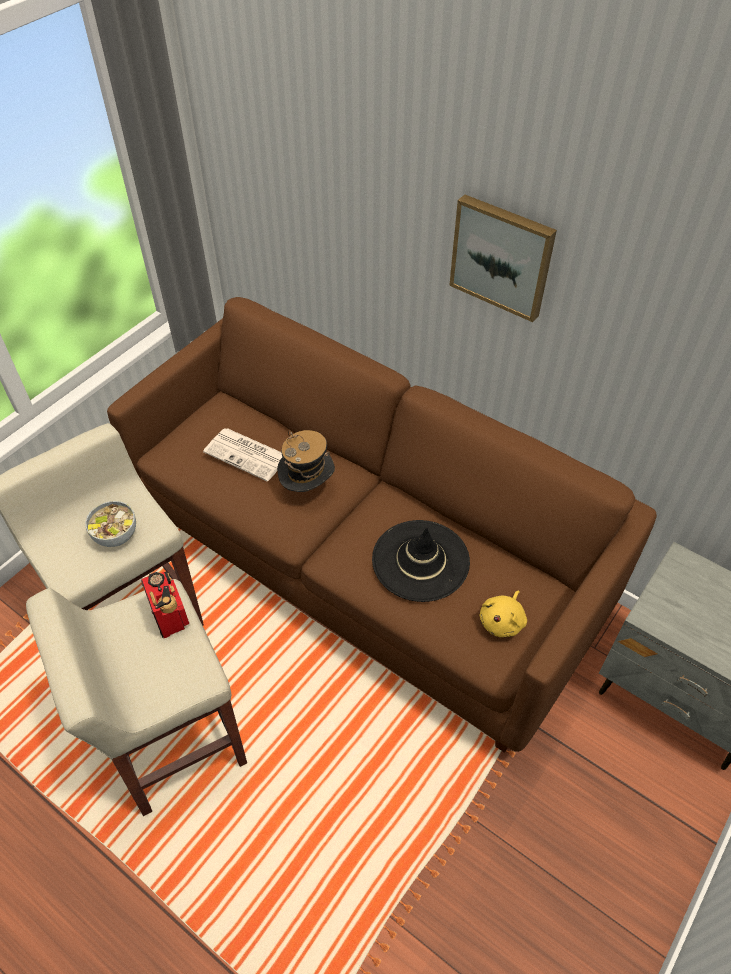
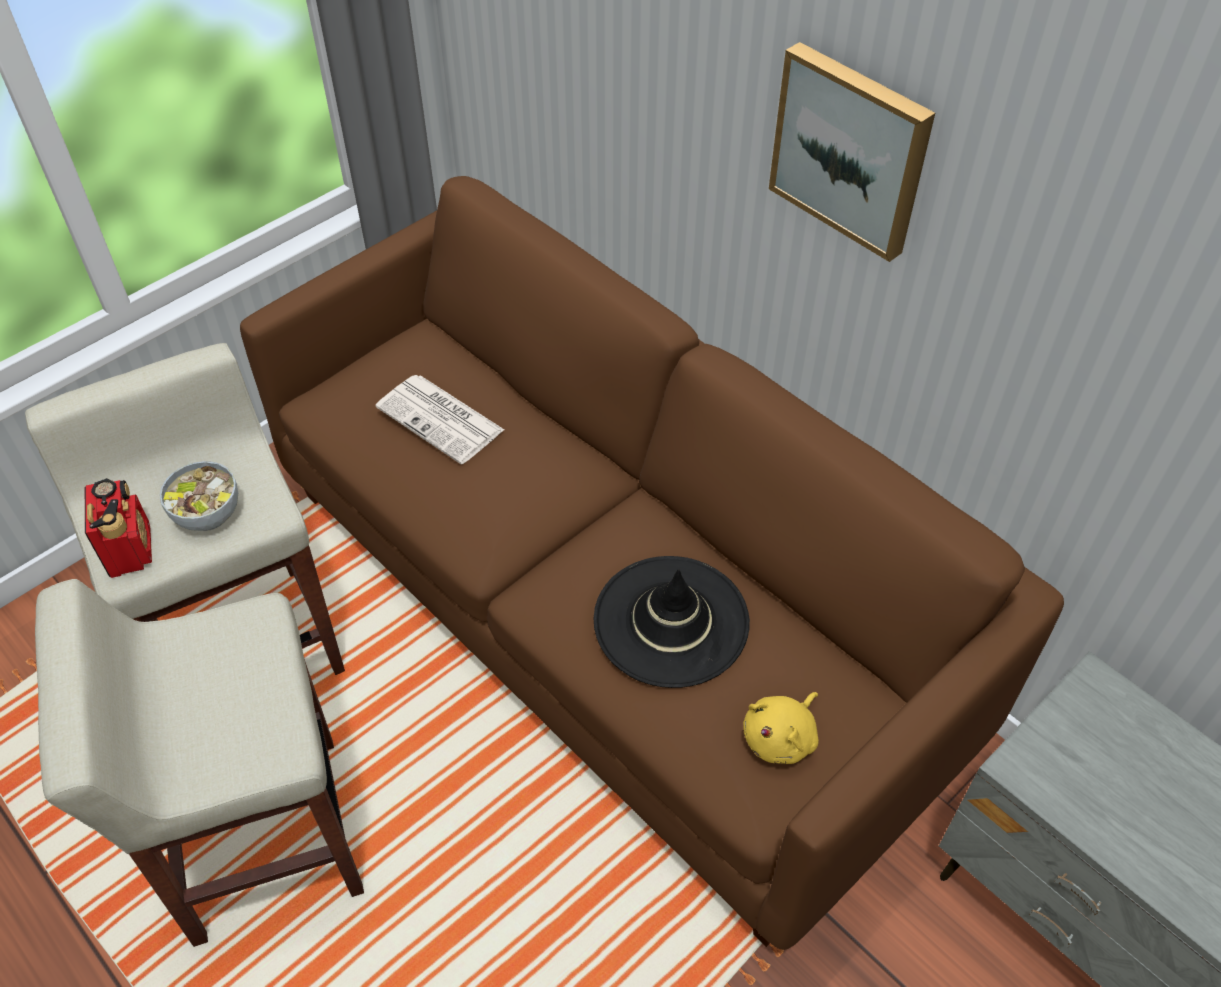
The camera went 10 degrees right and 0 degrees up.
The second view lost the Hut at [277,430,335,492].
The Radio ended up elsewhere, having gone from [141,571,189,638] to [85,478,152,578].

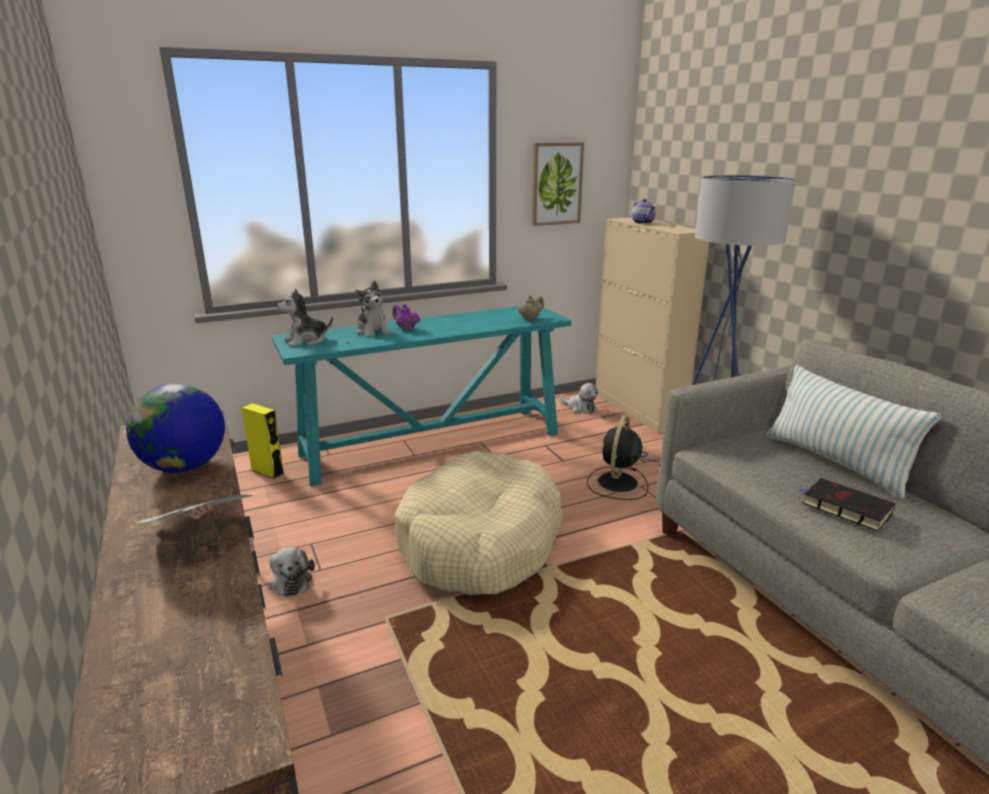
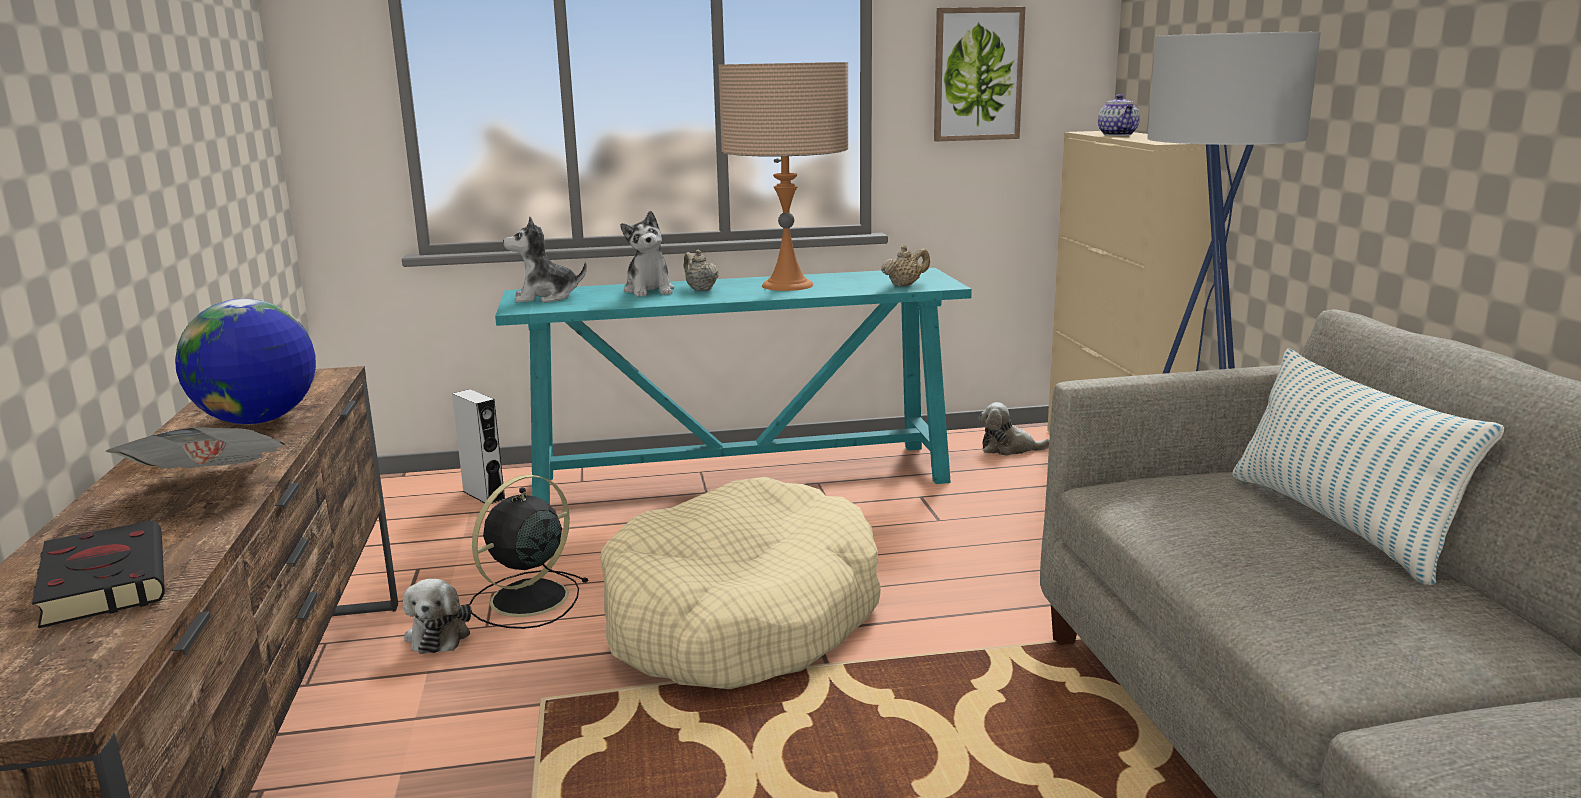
The camera went 15 degrees right and 5 degrees down.
The second view gained the Tischlampe (beige) at [719,62,848,291].
The Ventilator (schwarz) ended up elsewhere, having gone from [587,416,648,500] to [469,475,589,629].
The Buch (schwarz) ended up elsewhere, having gone from [798,478,895,531] to [32,520,165,628].
What was the Lautsprecher (gelb) at [242,403,284,479] turned into the Lautsprecher (grau) at [452,389,505,504].
What was the Teekanne (lila) at [392,304,420,330] turned into the Teekanne (beige) at [684,250,719,291].
The Plüschtier at [560,383,598,414] ended up facing another way, 135 degrees clockwise from before.

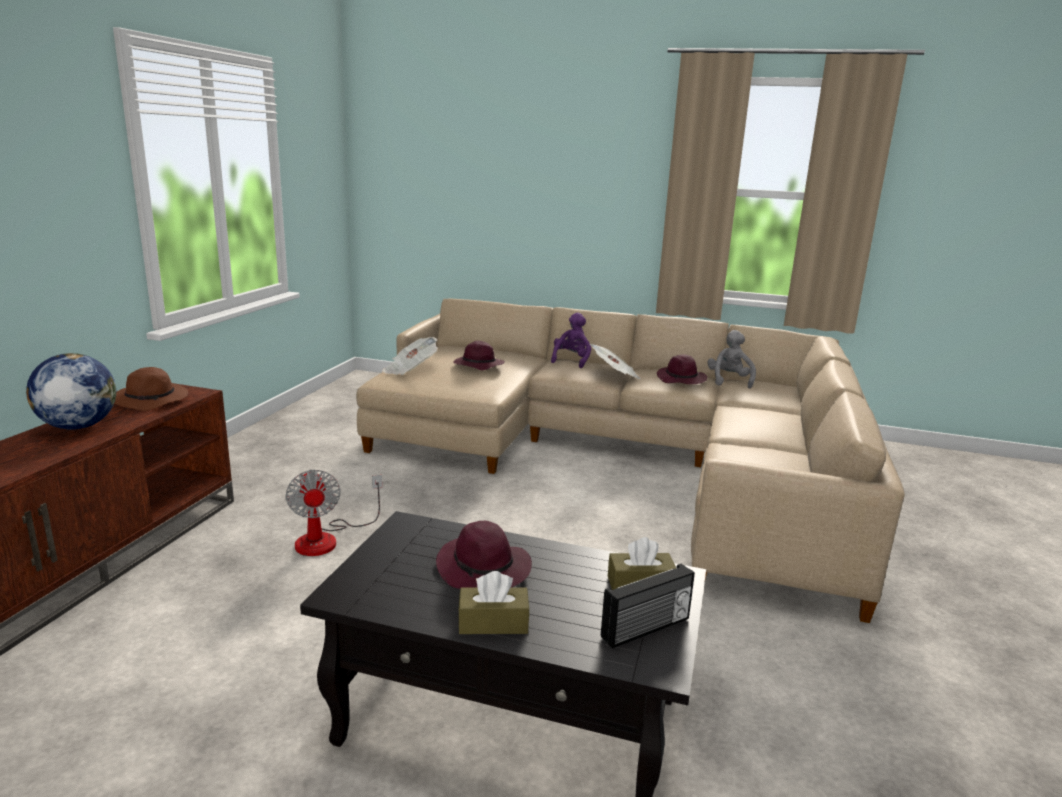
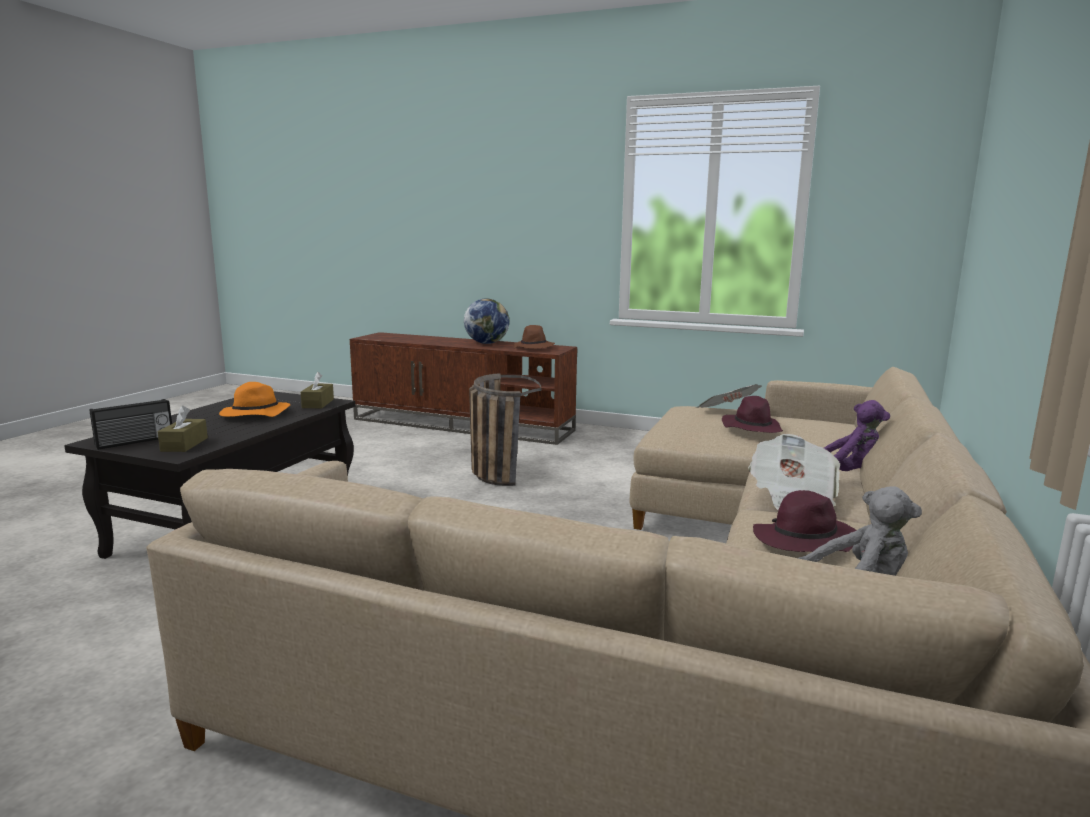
The camera went 95 degrees right and 5 degrees down.
The Taschentuchbox (braun) ended up elsewhere, having gone from [458,571,530,634] to [301,372,334,408].
Where the Ventilator stood at [285,469,382,556], the Korb came to stand at [469,373,541,486].
What was the Hut (lila) at [436,521,532,589] turned into the Hut (orange) at [219,382,290,417].
The Radio at [601,564,695,649] ended up facing another way, 105 degrees counterclockwise from before.

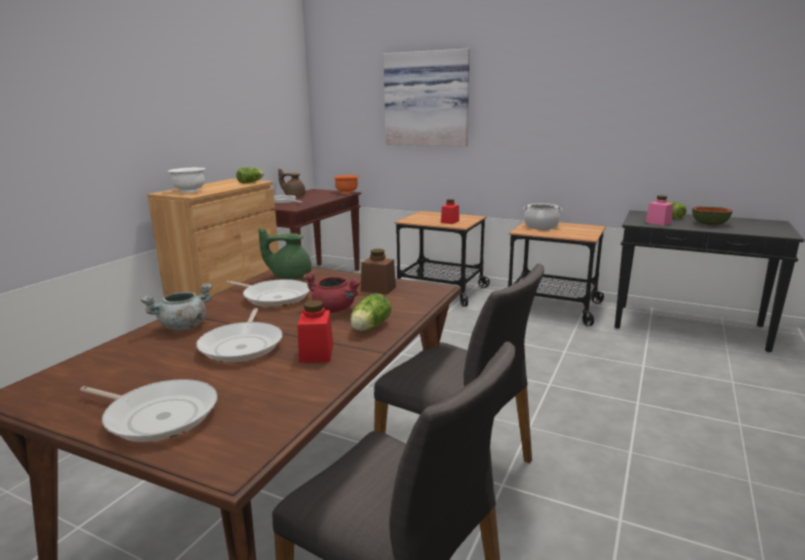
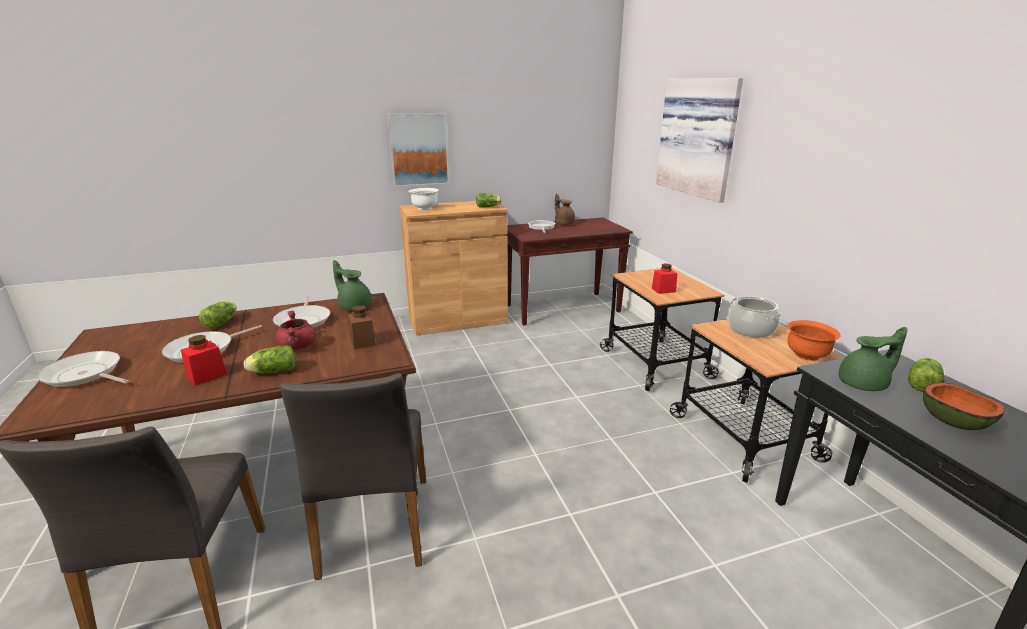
The camera went 45 degrees right and 5 degrees up.
The second view gained the Bild at [388,113,449,187].
The Schüssel (orange) ended up elsewhere, having gone from [334,175,359,194] to [787,320,841,361].
Where the Kochtopf (grau) stood at [140,284,213,330], the Salatkopf came to stand at [199,301,237,329].
Where the Vorratsglas (rosa) stood at [645,195,673,226], the Teekanne (grün) came to stand at [839,327,908,391].
The Pfanne at [80,379,217,442] ended up facing another way, 135 degrees clockwise from before.

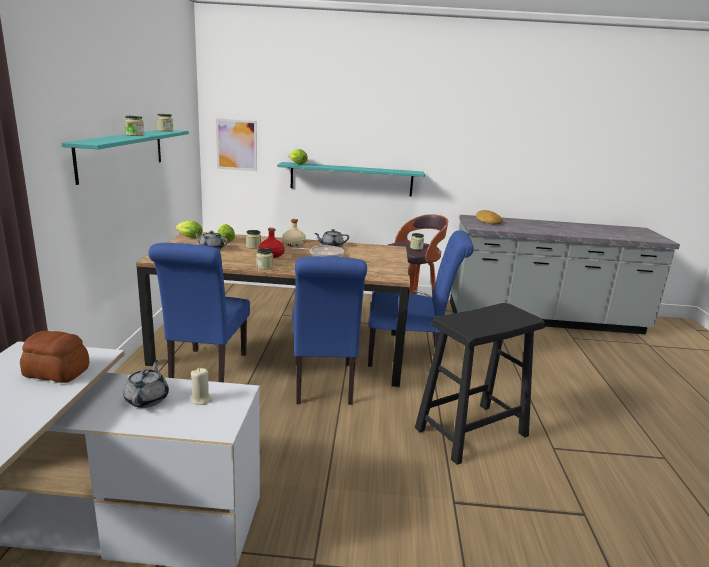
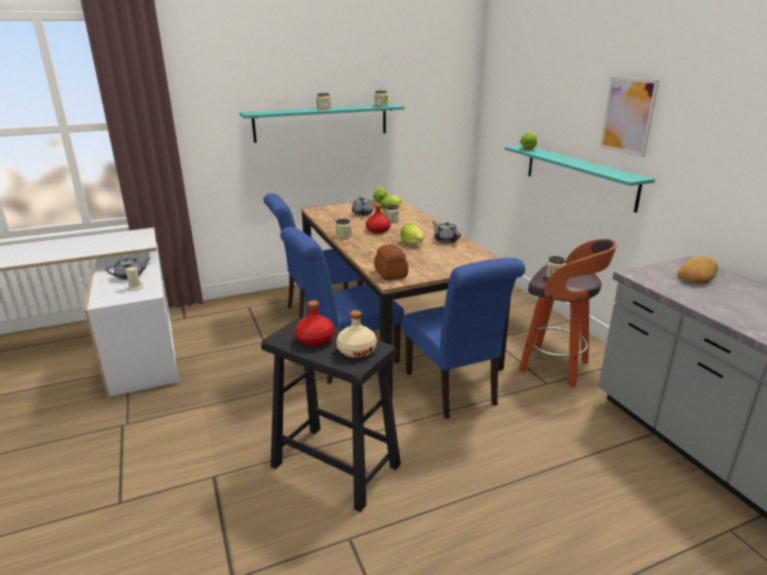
The camera went 65 degrees right and 5 degrees up.
The second view gained the Flasche (rot) at [295,300,334,346].
The Brot ended up elsewhere, having gone from [20,330,89,383] to [374,244,408,280].
The Bild ended up elsewhere, having gone from [216,118,257,171] to [600,77,659,157].
The Flasche (beige) ended up elsewhere, having gone from [282,219,306,247] to [336,310,377,358].
Where the Pfanne stood at [291,245,344,257], the Salatkopf came to stand at [400,223,424,244].

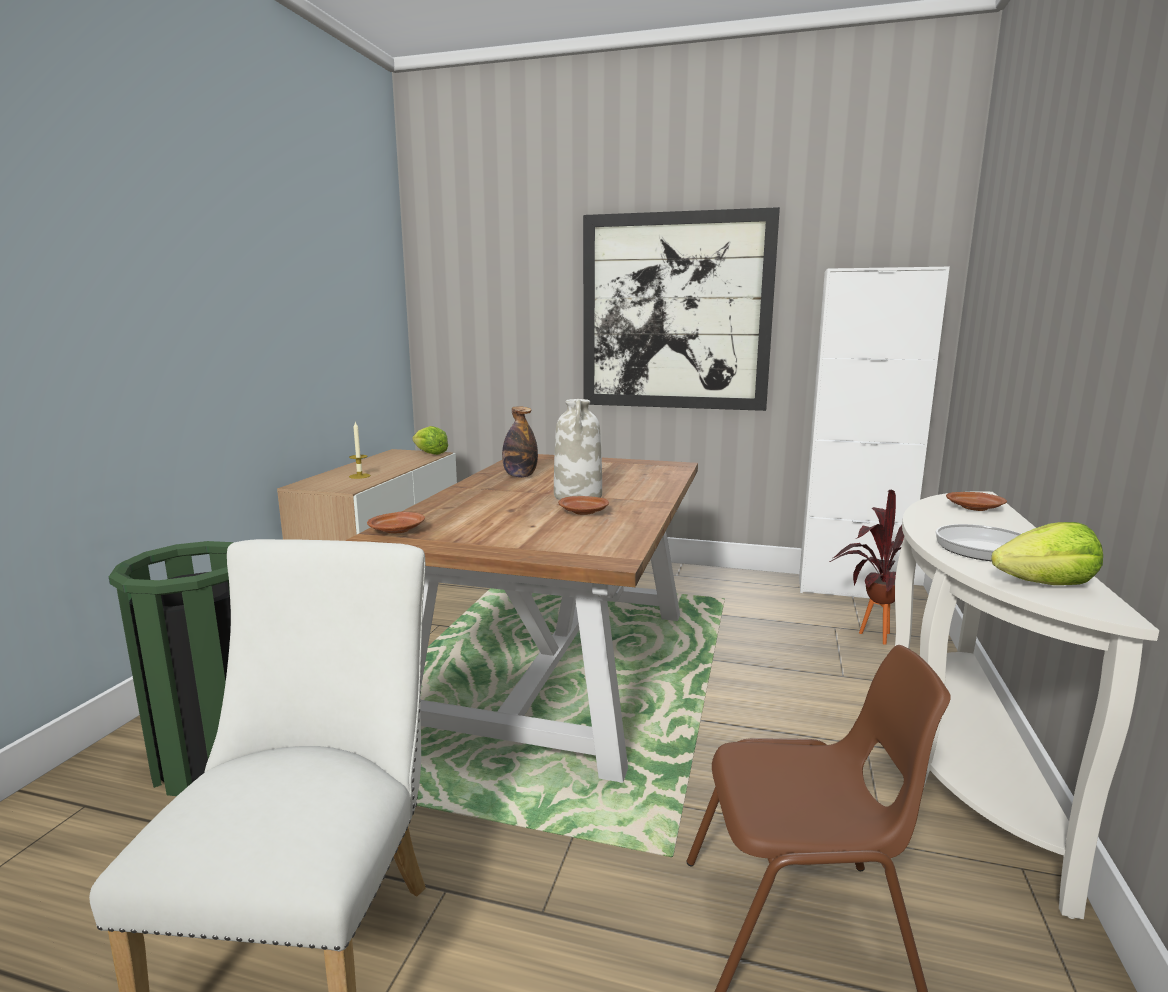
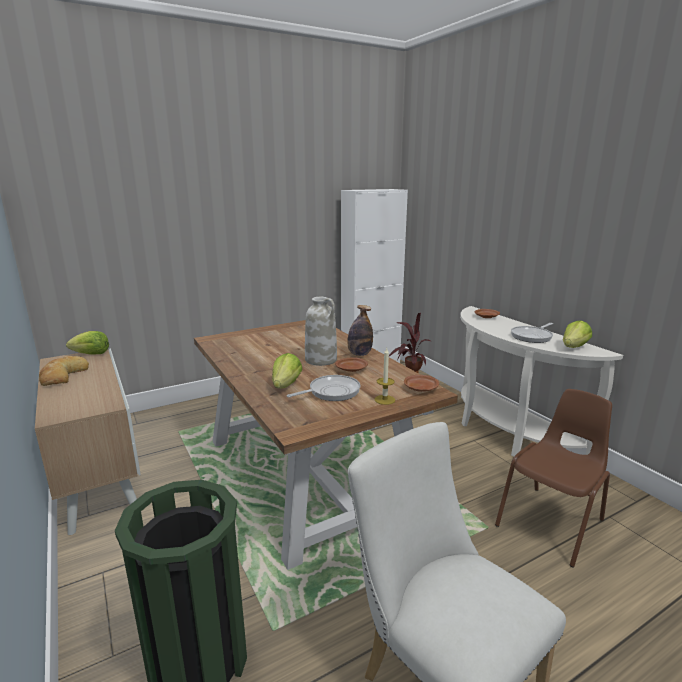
The camera went 45 degrees left and 5 degrees up.
The second view lost the Bild at [583,207,780,411].
The second view gained the Brot at [39,356,89,386].
The second view gained the Salatkopf at [272,353,302,388].
The second view gained the Pfanne at [287,375,360,401].
The Kerze ended up elsewhere, having gone from [349,422,371,479] to [375,348,395,405].
The Teller (braun) ended up elsewhere, having gone from [367,512,425,533] to [404,375,439,392].
The Flasche ended up elsewhere, having gone from [502,407,538,478] to [347,305,373,356].

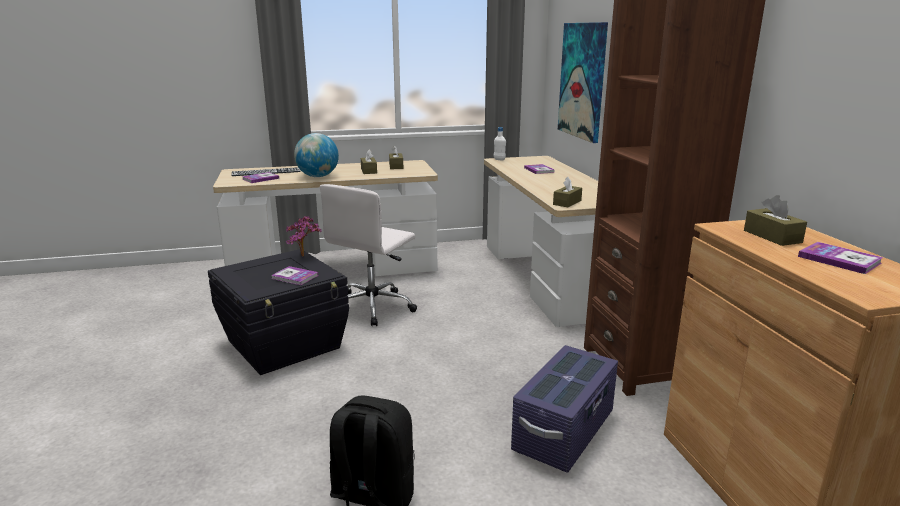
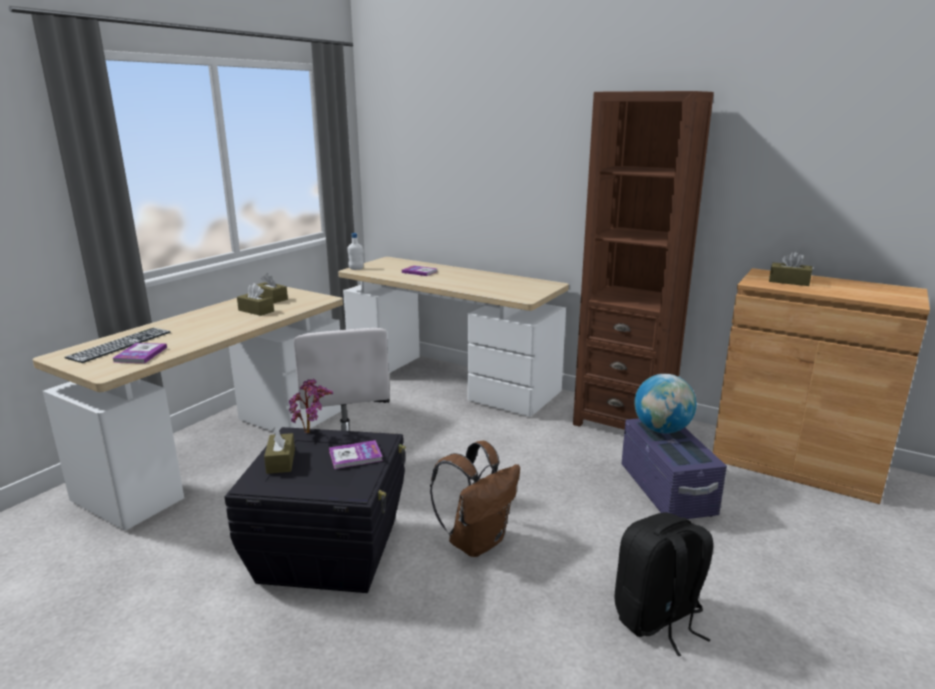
The camera went 45 degrees left and 0 degrees up.
The second view lost the Bild at [558,22,608,143].
The second view lost the Buch at [798,242,883,274].
The second view gained the Rucksack (braun) at [430,441,520,557].
The Globus ended up elsewhere, having gone from [294,133,339,177] to [634,374,696,433].
The Taschentuchbox (braun) ended up elsewhere, having gone from [553,177,582,207] to [264,427,295,474].

